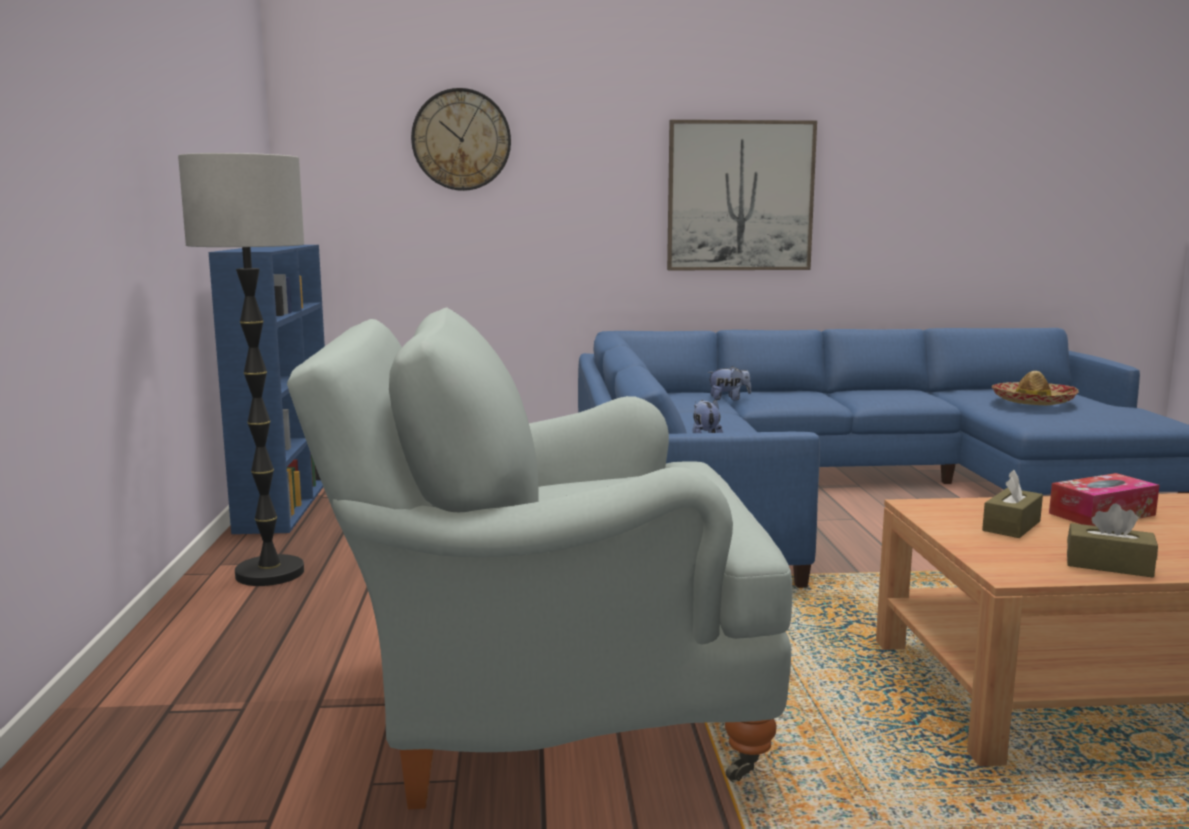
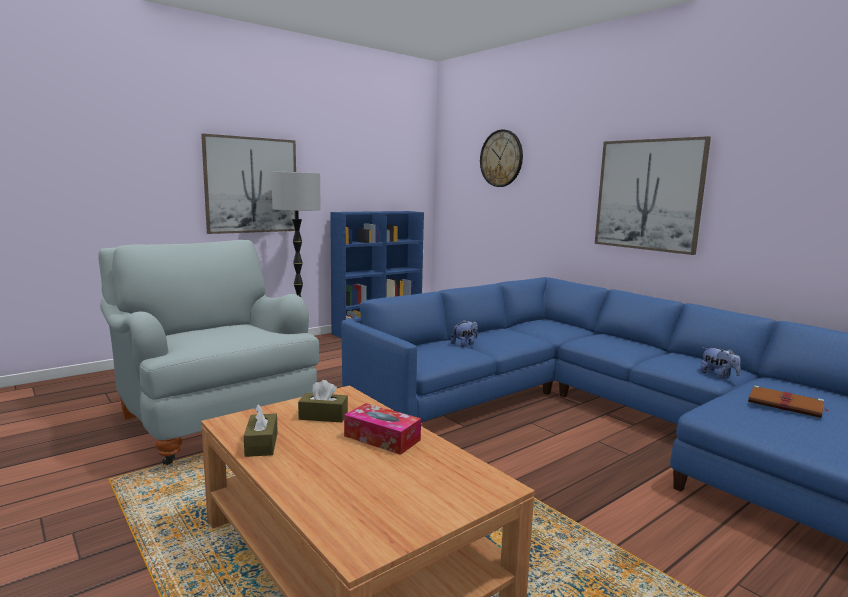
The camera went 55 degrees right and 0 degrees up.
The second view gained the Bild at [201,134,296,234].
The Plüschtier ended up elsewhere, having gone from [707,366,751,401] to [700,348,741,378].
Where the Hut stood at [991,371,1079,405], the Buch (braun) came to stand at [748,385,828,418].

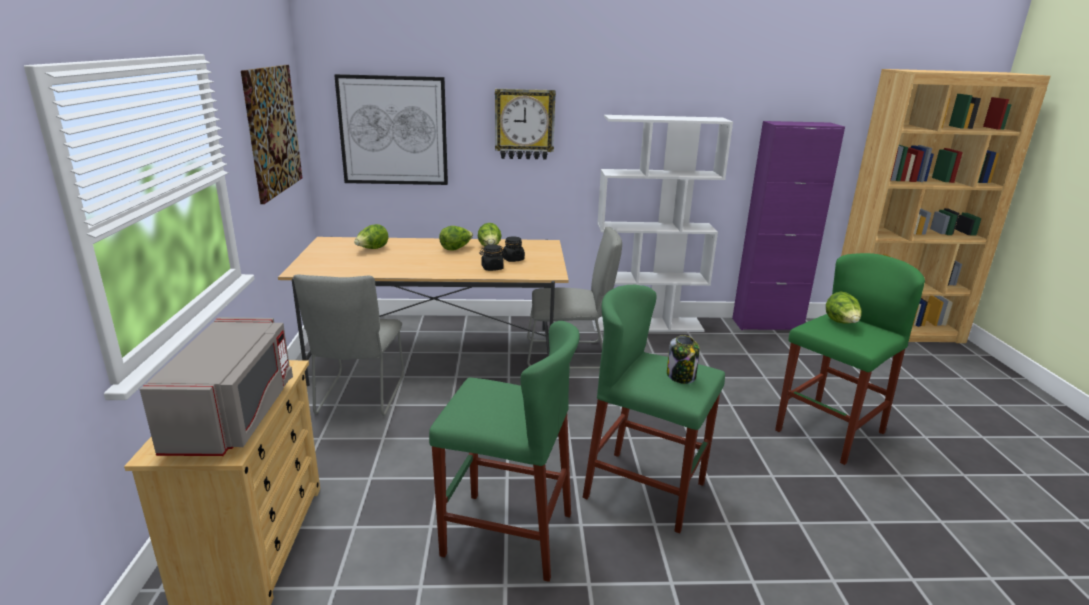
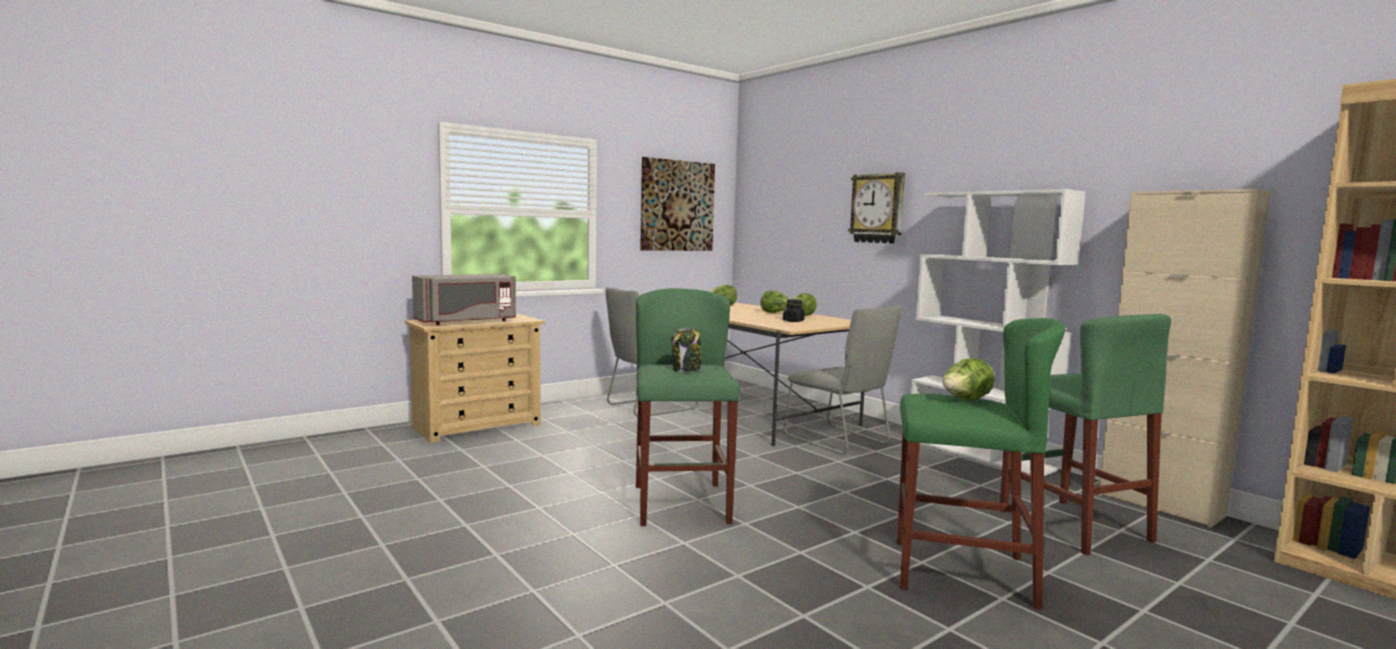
The camera went 55 degrees right and 15 degrees down.
The second view lost the Bild at [334,74,448,185].
The second view lost the Vorratsglas (schwarz) at [479,244,505,271].
The Hocker (grün) ended up elsewhere, having gone from [429,321,580,582] to [1000,314,1171,555].
What was the Schrank (lila) at [732,121,845,330] turned into the Schrank (beige) at [1098,189,1270,528].

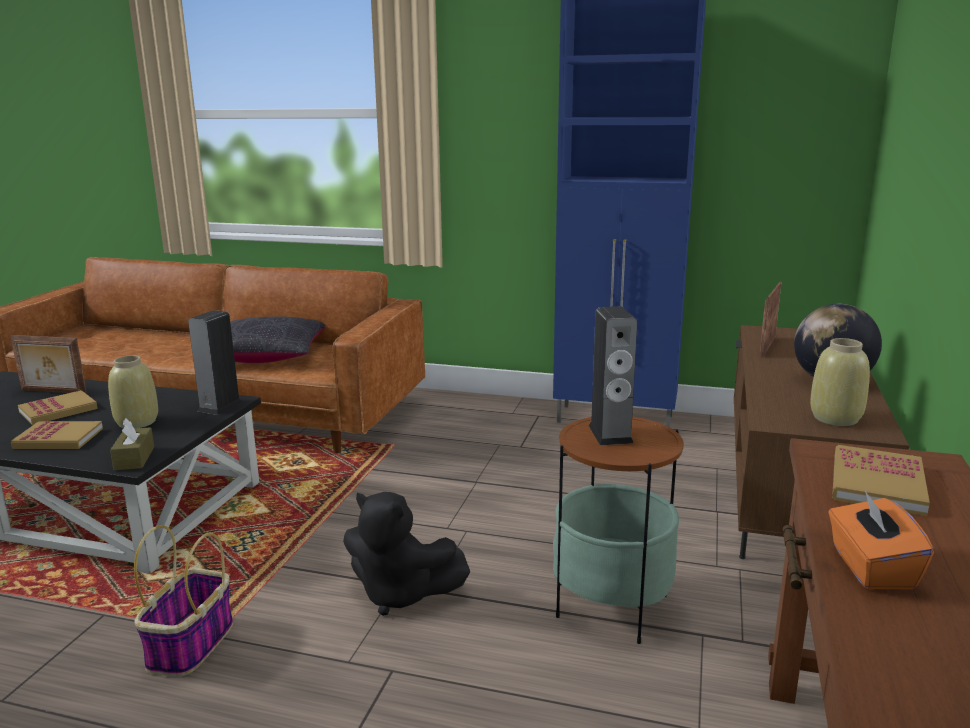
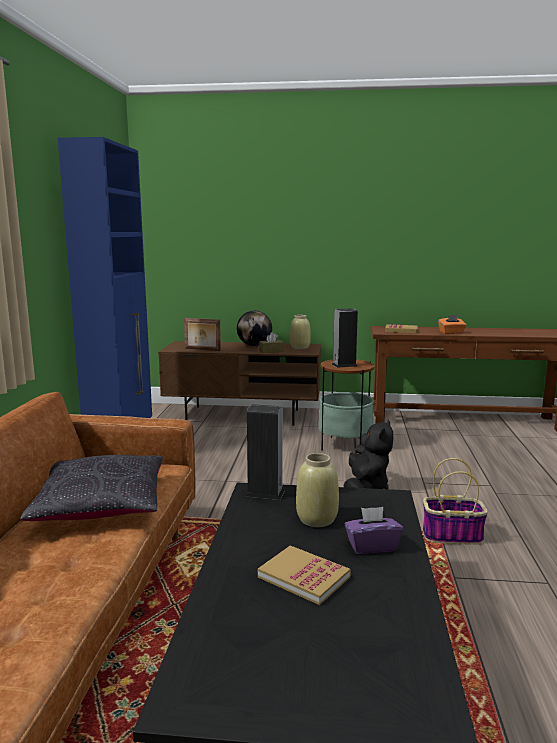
The camera went 100 degrees left and 5 degrees down.
The second view lost the Bilderrahmen at [10,335,87,394].
The Taschentuchbox (braun) ended up elsewhere, having gone from [110,418,154,470] to [259,332,284,353].
Where the Buch stood at [11,421,103,449], the Taschentuchbox (lila) came to stand at [345,507,403,554].

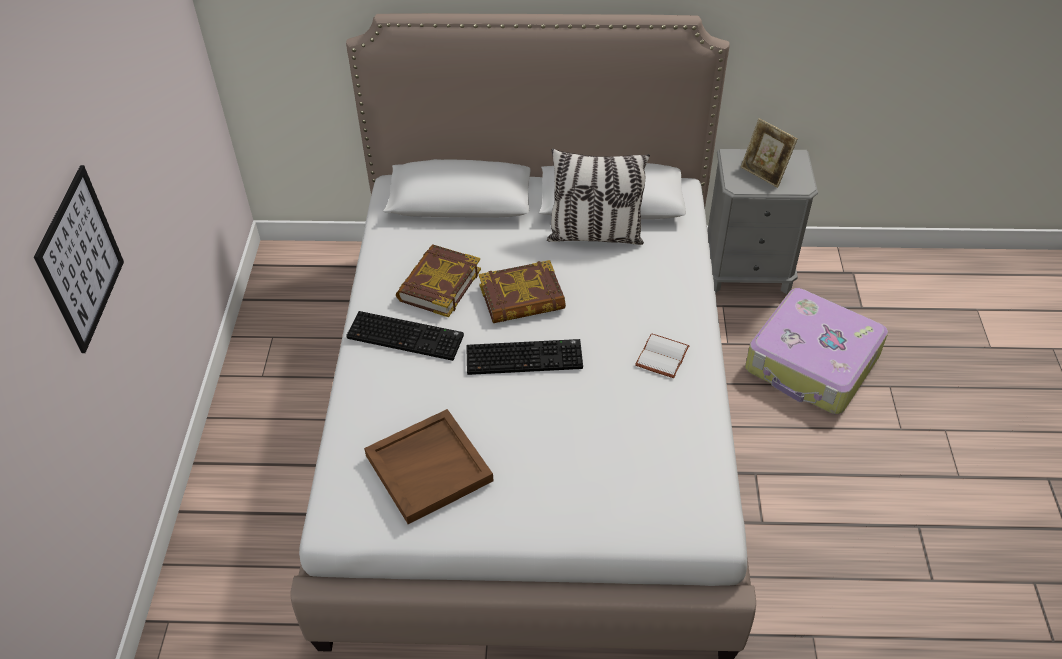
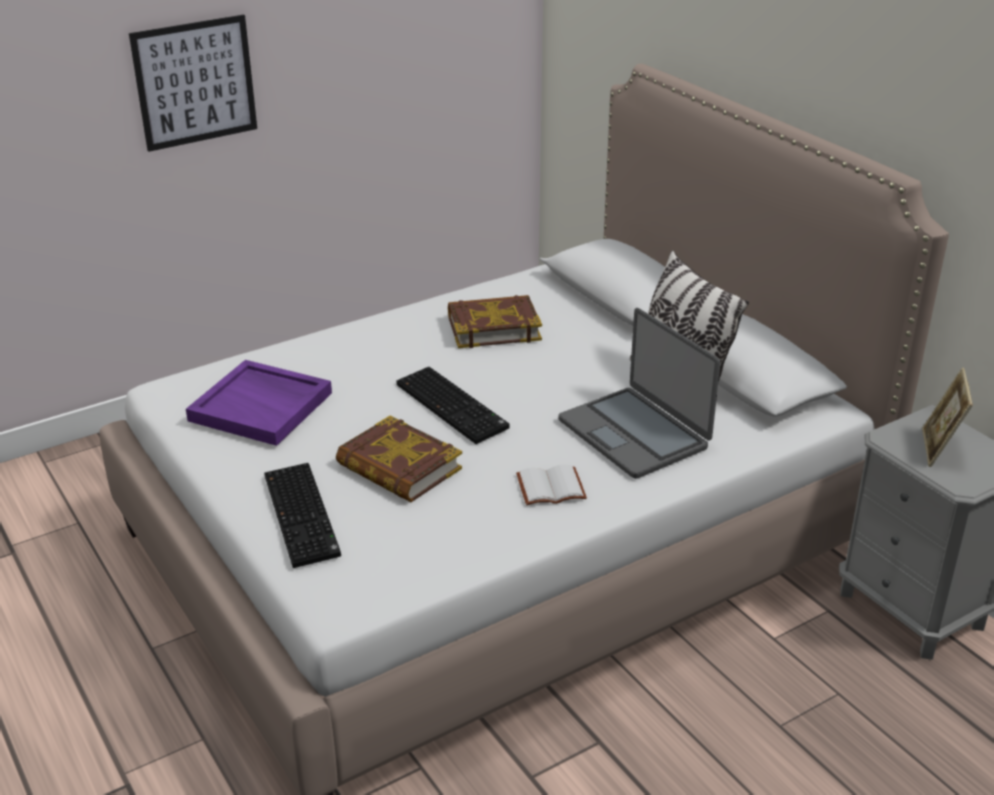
The camera went 55 degrees right and 15 degrees down.
The second view lost the Koffer at [745,288,888,414].
The second view gained the Laptop at [558,308,720,479].
The Tastatur ended up elsewhere, having gone from [346,311,464,361] to [264,463,341,568].
The Buch ended up elsewhere, having gone from [479,260,566,323] to [336,416,462,502].
What was the Tablett (braun) at [364,409,493,524] turned into the Tablett (lila) at [186,360,332,446].

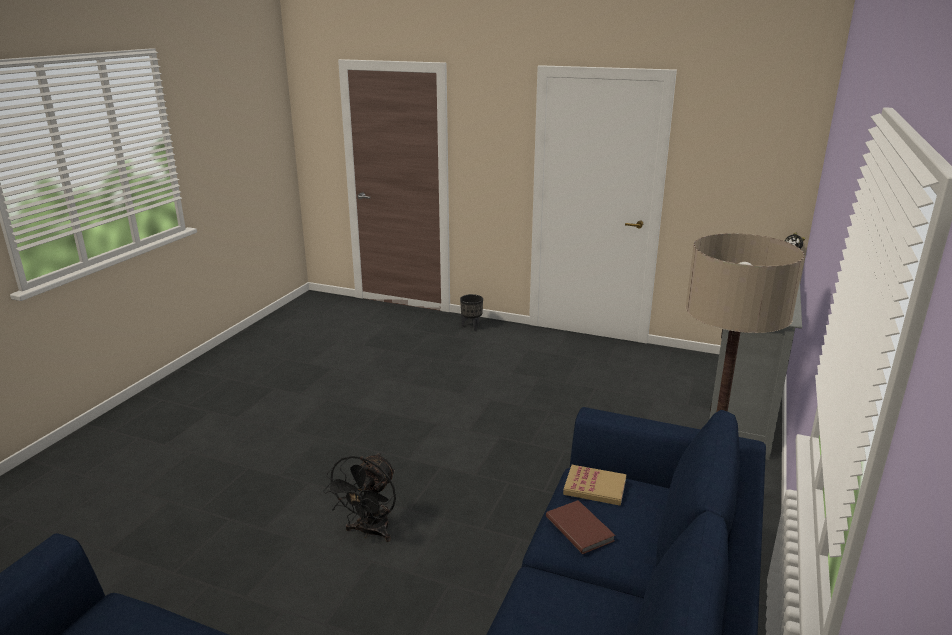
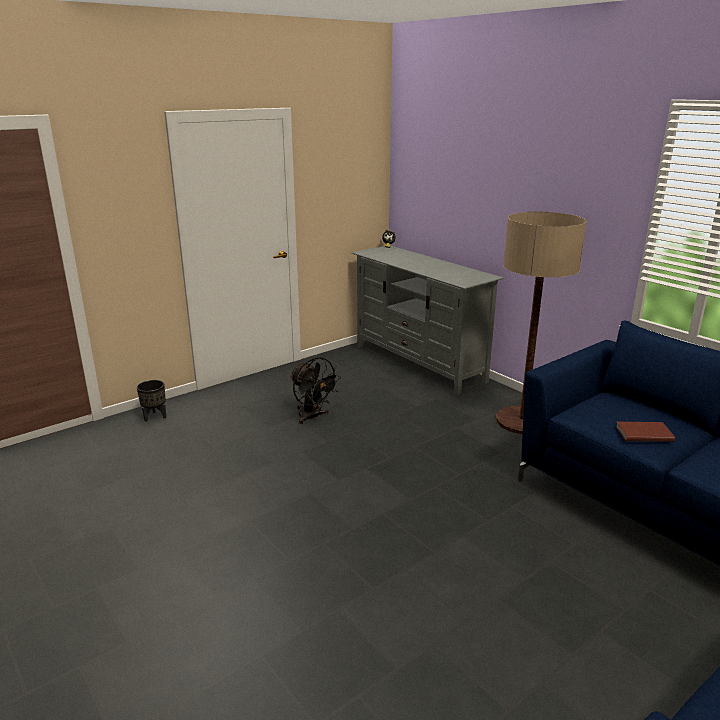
The camera went 60 degrees left and 0 degrees up.
The second view lost the Buch at [563,465,626,506].
The Ventilator (schwarz) ended up elsewhere, having gone from [323,453,396,542] to [290,358,341,424].

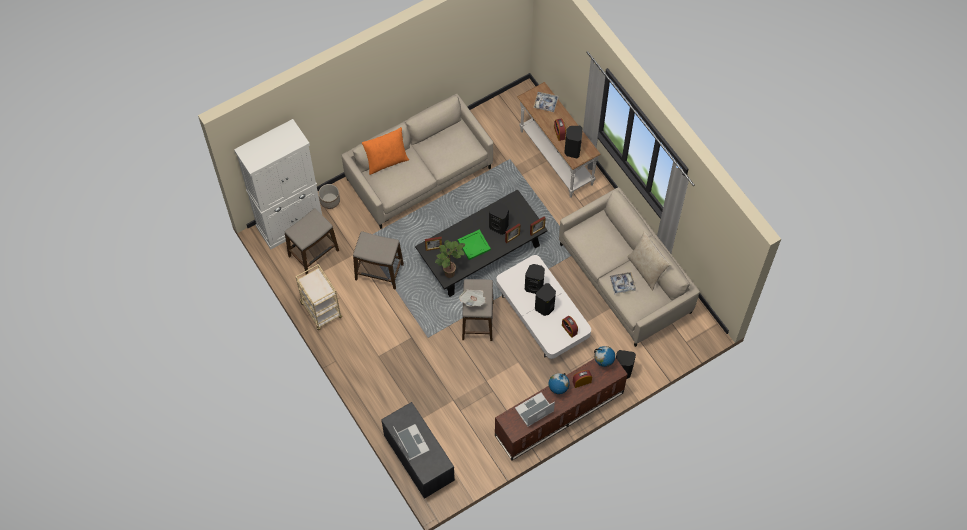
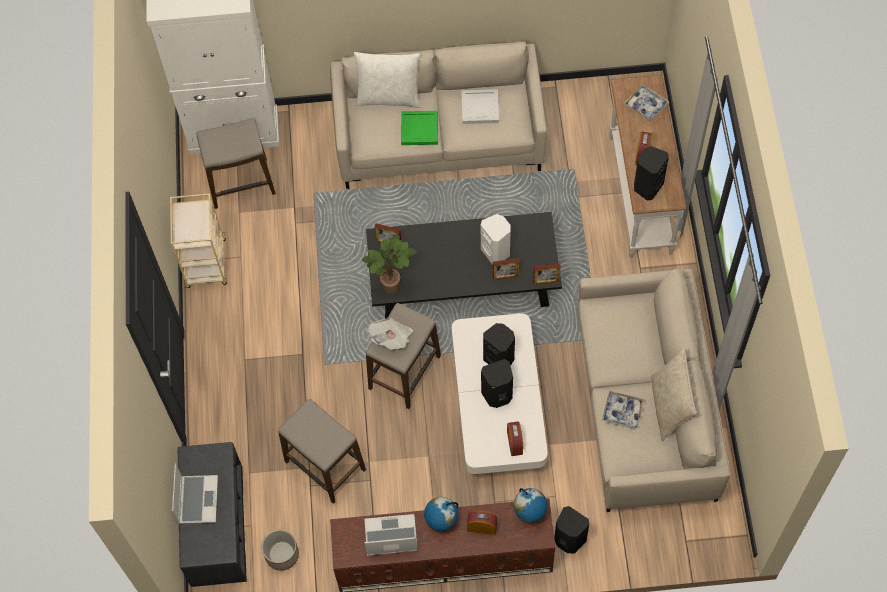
The camera went 30 degrees right and 0 degrees up.
The second view gained the Tablett (weiß) at [461,89,499,124].
The Pflanzkübel ended up elsewhere, having gone from [318,184,340,209] to [262,530,299,571].
The Hocker ended up elsewhere, having gone from [353,231,404,290] to [278,399,366,504].
The Tablett (grün) ended up elsewhere, having gone from [458,229,491,260] to [401,111,438,145].
What was the Kissen (orange) at [362,127,409,175] turned into the Kissen (weiß) at [354,52,420,108].
What was the Lautsprecher (schwarz) at [489,203,509,235] turned into the Lautsprecher (weiß) at [481,214,511,265].

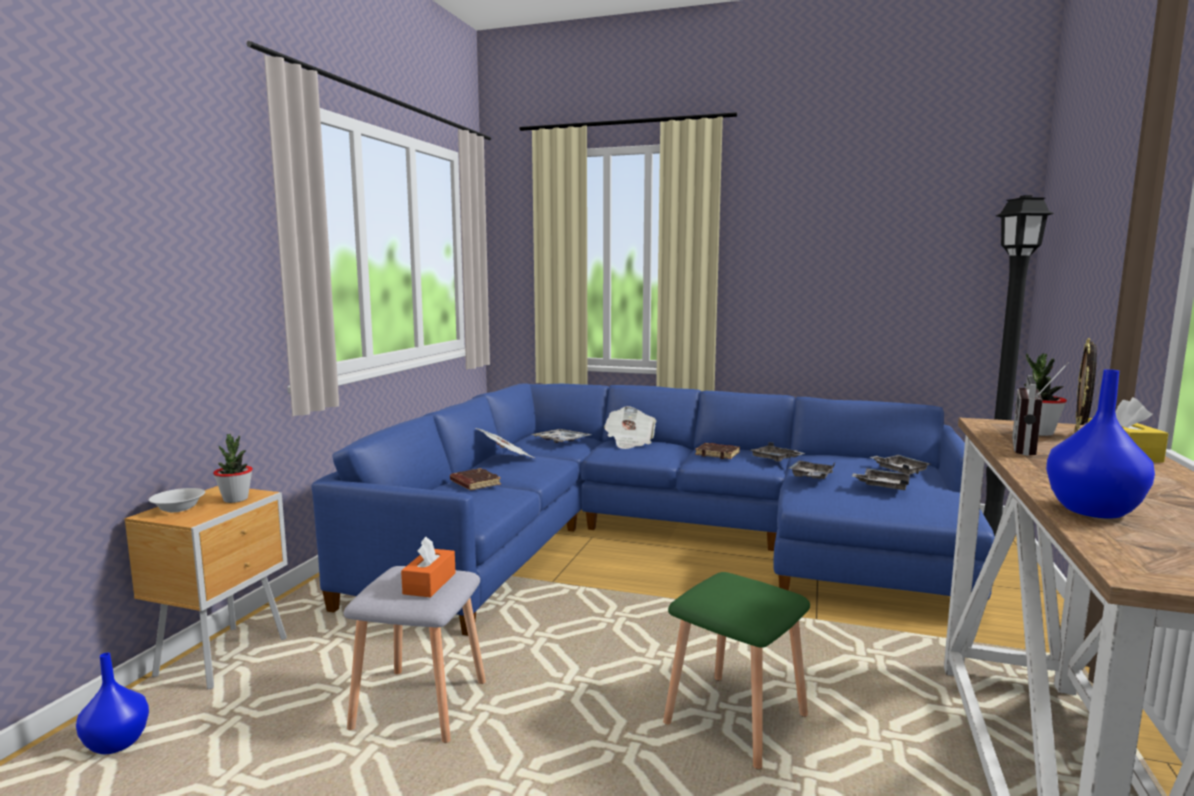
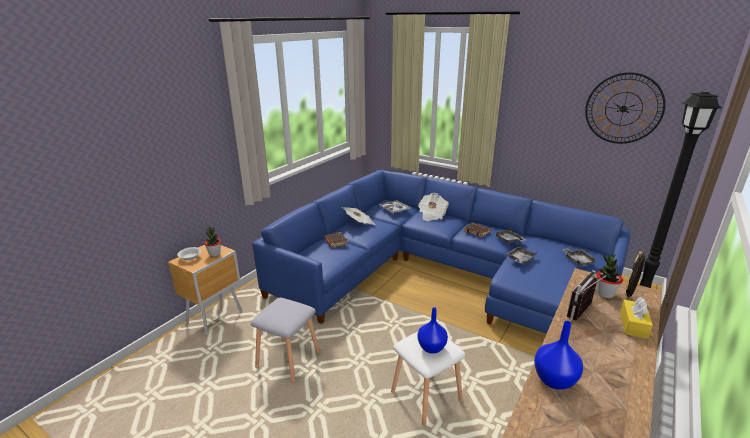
The camera went 15 degrees right and 15 degrees up.
The second view lost the Taschentuchbox (orange) at [401,537,456,597].
The second view lost the Tablett (grau) at [852,468,910,490].
The second view gained the Wanduhr at [585,72,666,144].
The Vase (blau) ended up elsewhere, having gone from [76,652,149,754] to [418,307,448,354].
What was the Hocker (grün) at [663,572,810,769] turned into the Hocker (weiß) at [391,332,465,426].

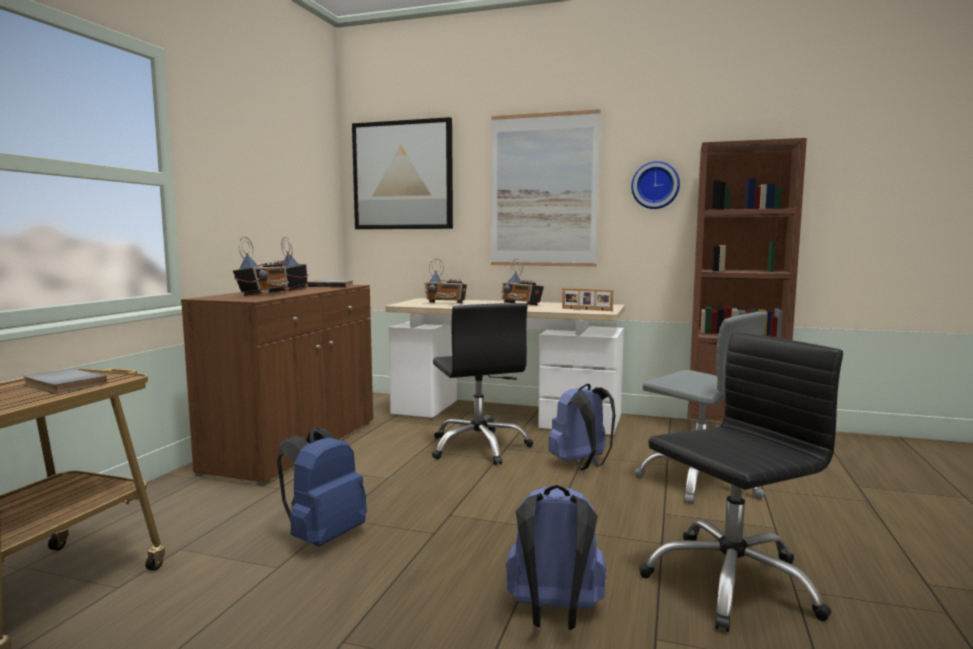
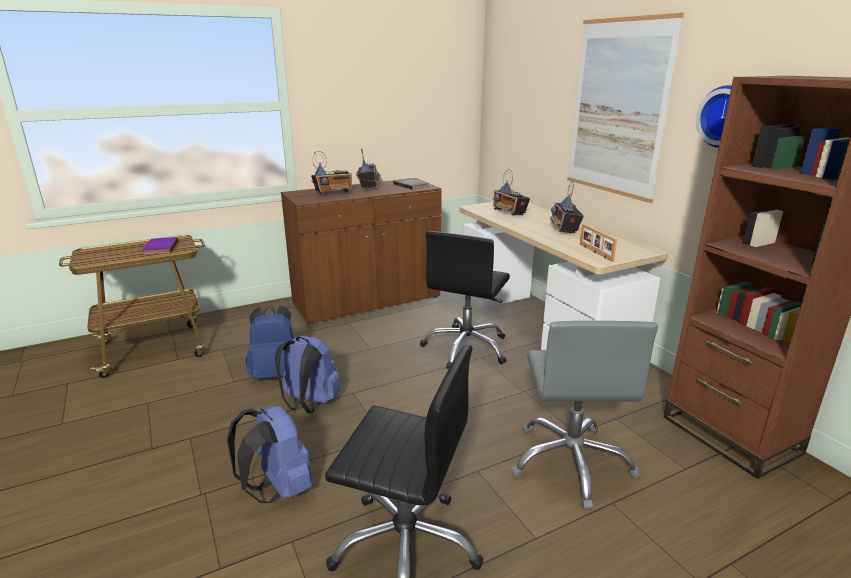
The camera went 45 degrees right and 15 degrees up.
The second view lost the Bild at [352,117,453,229].
The Rucksack (blau) ended up elsewhere, having gone from [548,383,616,470] to [275,336,341,413].
What was the Buch (grau) at [23,368,107,394] turned into the Buch (lila) at [143,237,178,255].

